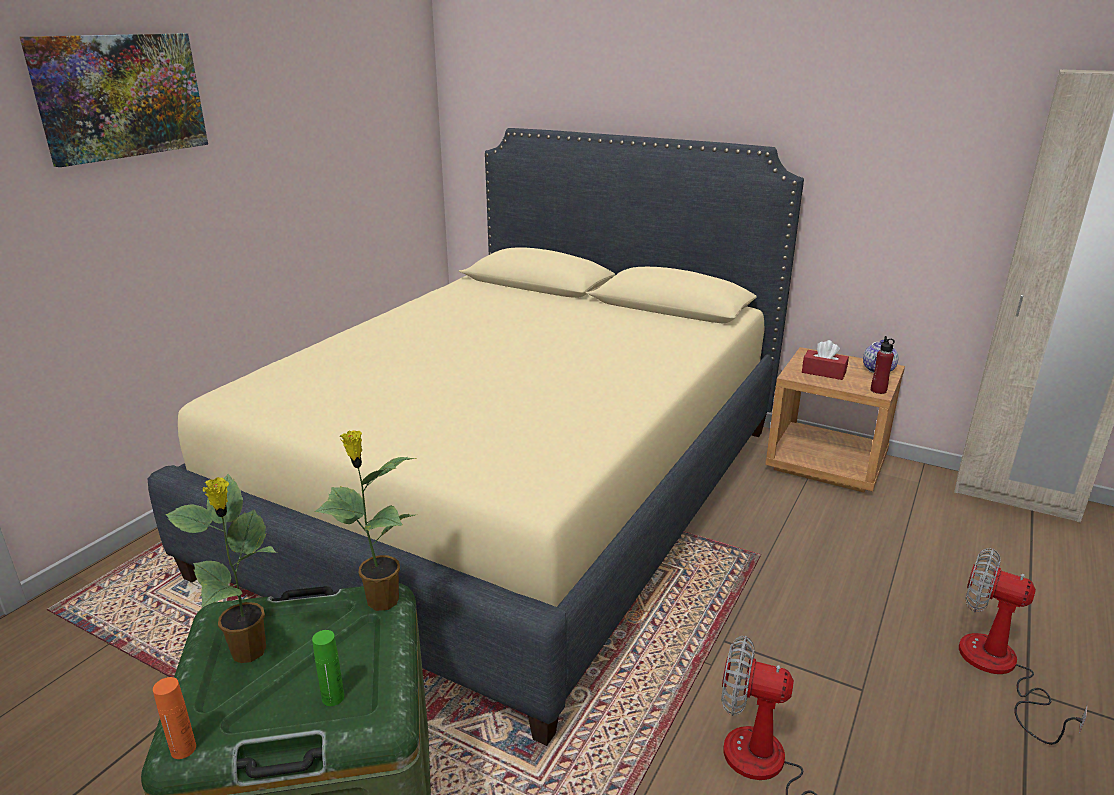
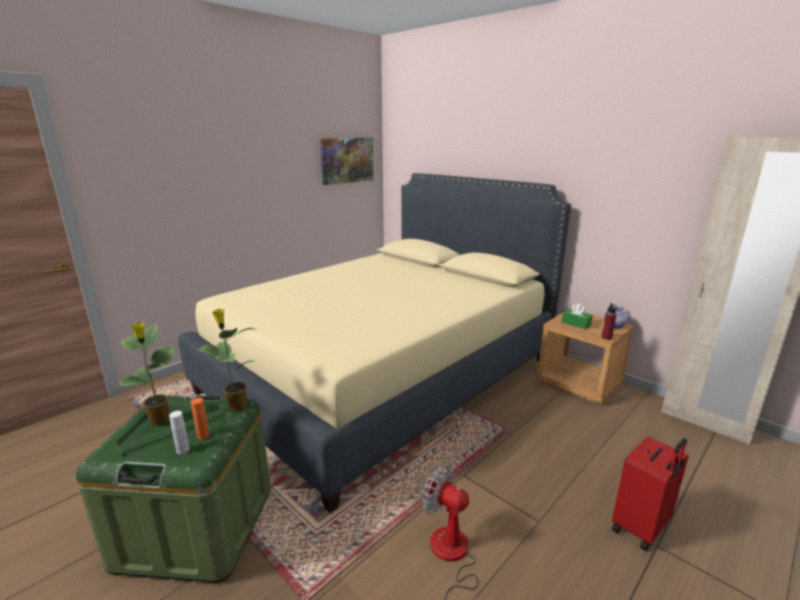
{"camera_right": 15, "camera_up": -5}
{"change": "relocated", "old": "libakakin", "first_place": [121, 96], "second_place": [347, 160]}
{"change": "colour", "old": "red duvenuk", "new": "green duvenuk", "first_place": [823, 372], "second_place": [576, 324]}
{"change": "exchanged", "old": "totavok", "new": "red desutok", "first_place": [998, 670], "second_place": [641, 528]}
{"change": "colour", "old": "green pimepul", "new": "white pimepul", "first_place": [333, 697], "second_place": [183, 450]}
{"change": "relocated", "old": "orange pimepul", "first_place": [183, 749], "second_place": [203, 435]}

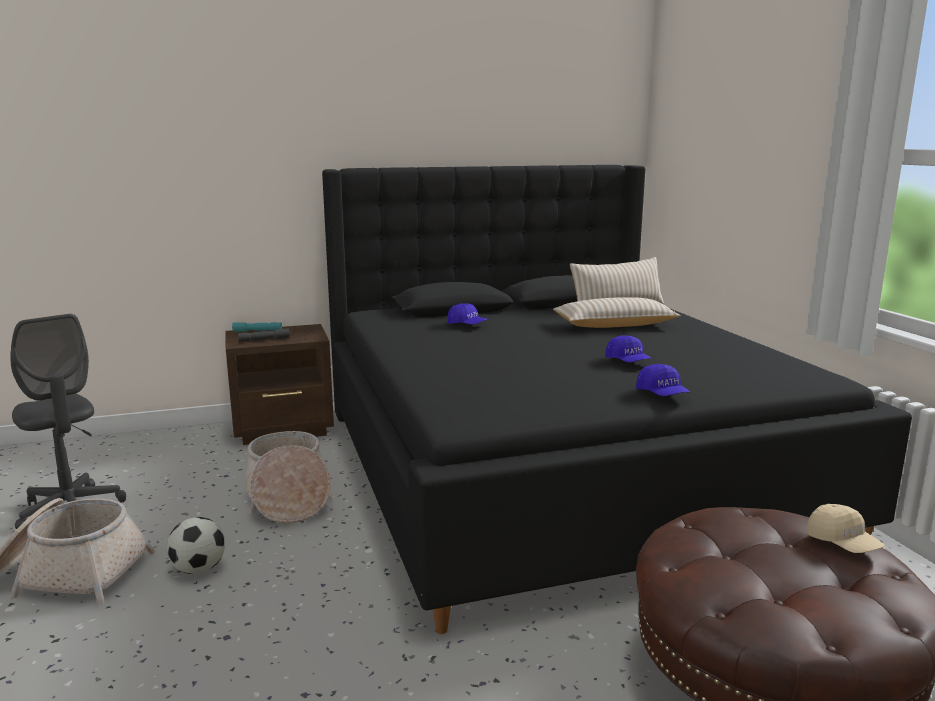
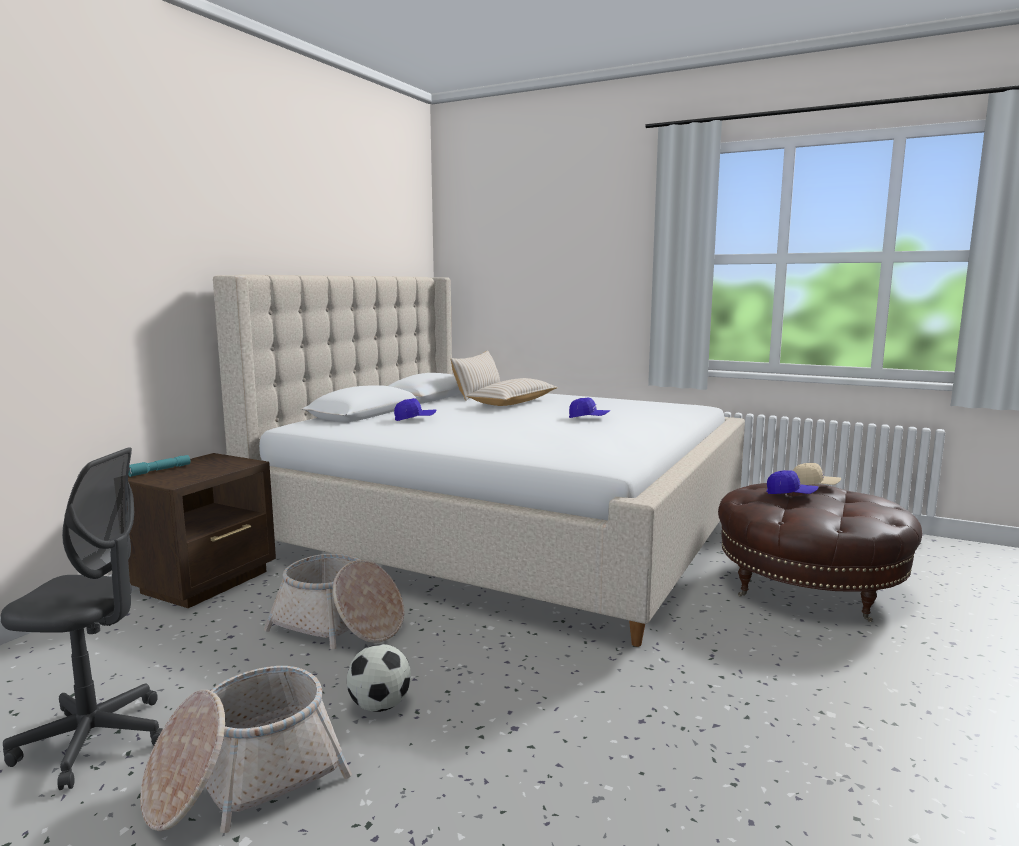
{"camera_right": -45, "camera_up": -5}
{"change": "colour", "old": "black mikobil", "new": "beige mikobil", "first_place": [556, 468], "second_place": [505, 531]}
{"change": "missing", "old": "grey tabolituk", "first_place": [264, 340]}
{"change": "relocated", "old": "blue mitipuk", "first_place": [662, 395], "second_place": [791, 494]}

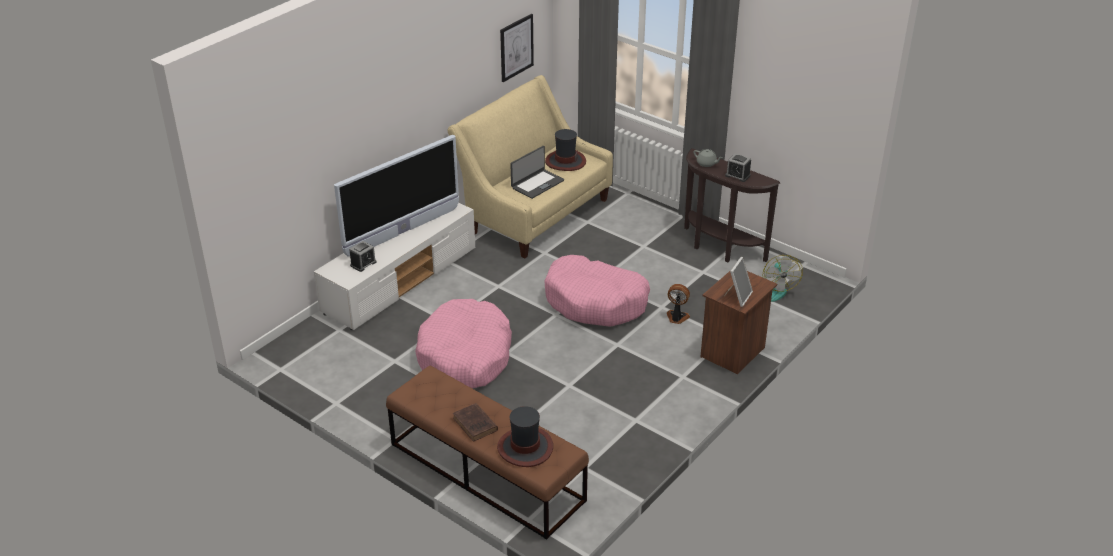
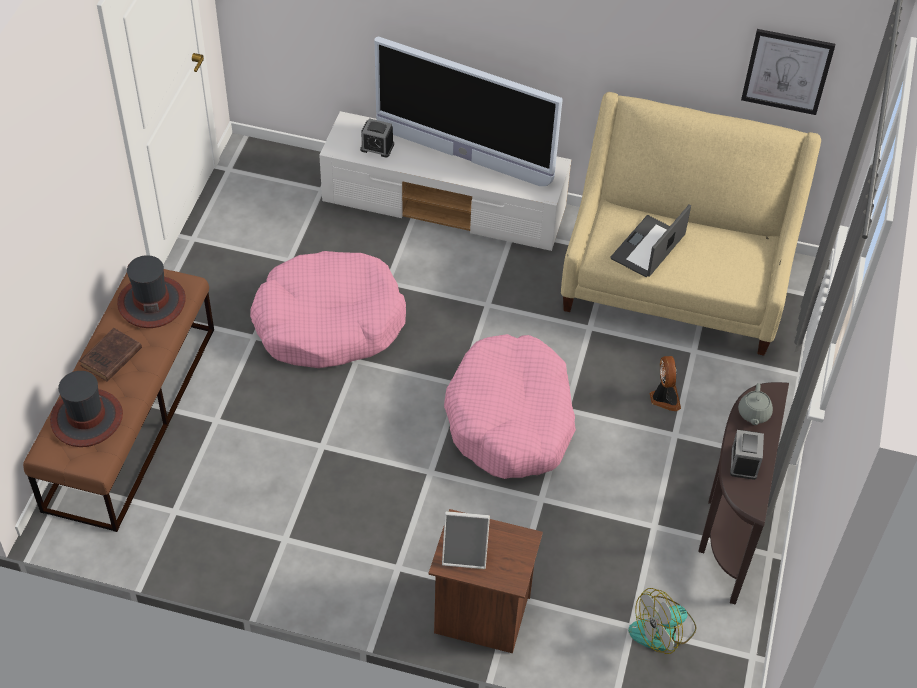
{"camera_right": 65, "camera_up": 15}
{"change": "relocated", "old": "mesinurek", "first_place": [565, 161], "second_place": [151, 302]}
{"change": "spun", "old": "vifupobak", "first_place": [537, 184], "second_place": [648, 248], "degrees": 105}
{"change": "relocated", "old": "totavok", "first_place": [677, 318], "second_place": [664, 398]}

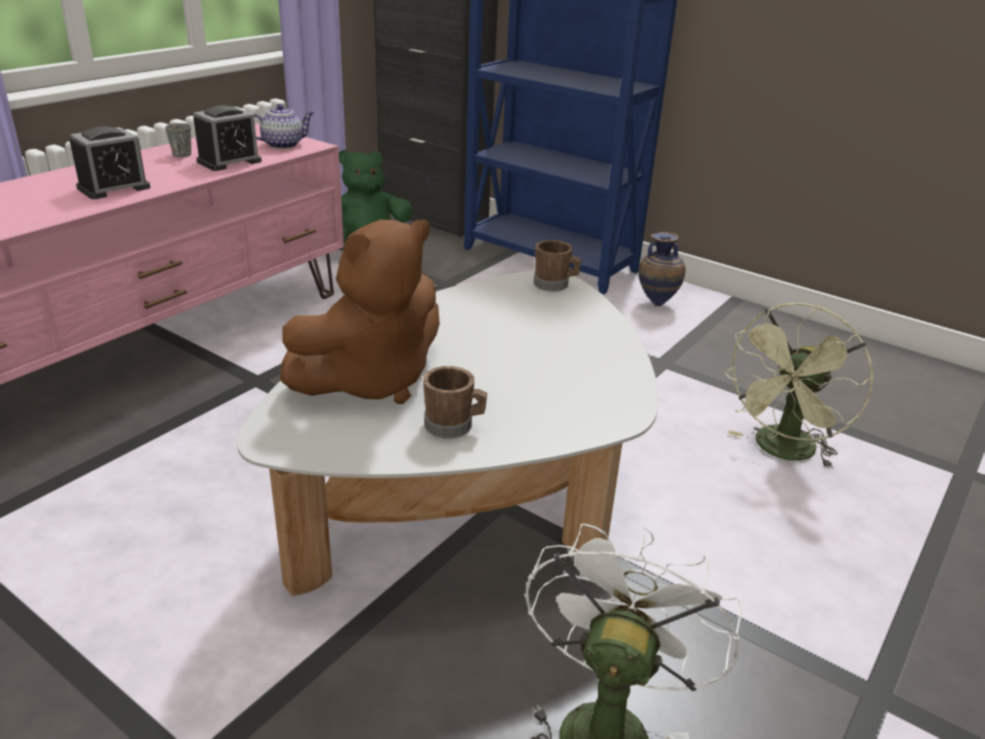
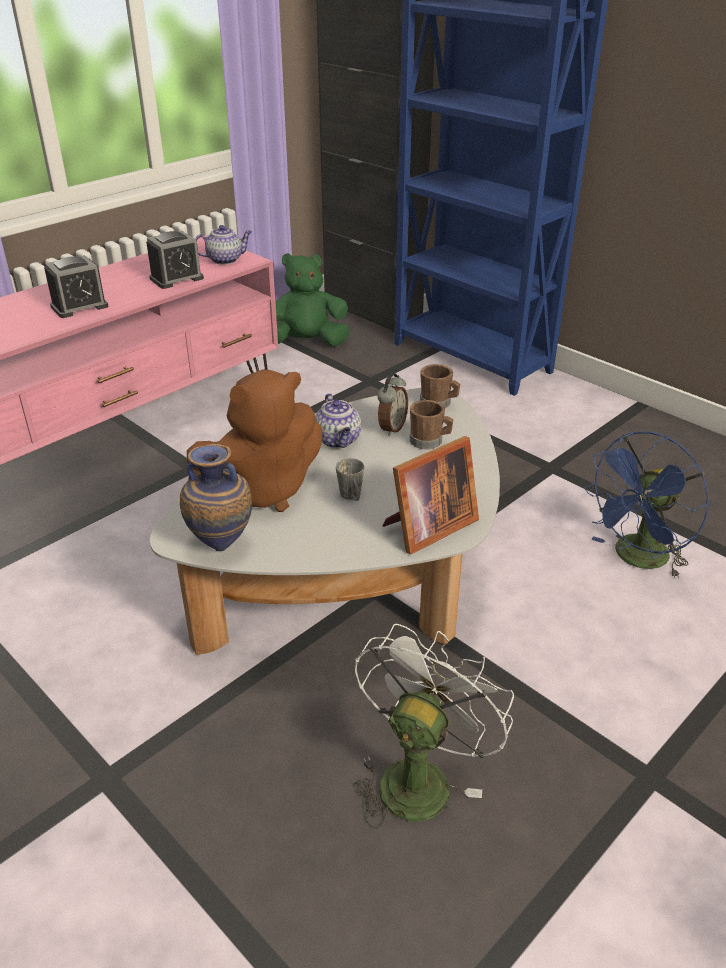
{"camera_right": 10, "camera_up": 5}
{"change": "relocated", "old": "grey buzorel", "first_place": [183, 156], "second_place": [352, 497]}
{"change": "relocated", "old": "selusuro", "first_place": [656, 303], "second_place": [222, 544]}
{"change": "colour", "old": "green totavok", "new": "blue totavok", "first_place": [781, 452], "second_place": [636, 559]}
{"change": "relocated", "old": "brown buzorel", "first_place": [454, 426], "second_place": [429, 441]}
{"change": "appeared", "new": "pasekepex", "second_place": [391, 428]}
{"change": "appeared", "new": "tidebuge", "second_place": [338, 440]}
{"change": "appeared", "new": "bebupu", "second_place": [427, 528]}

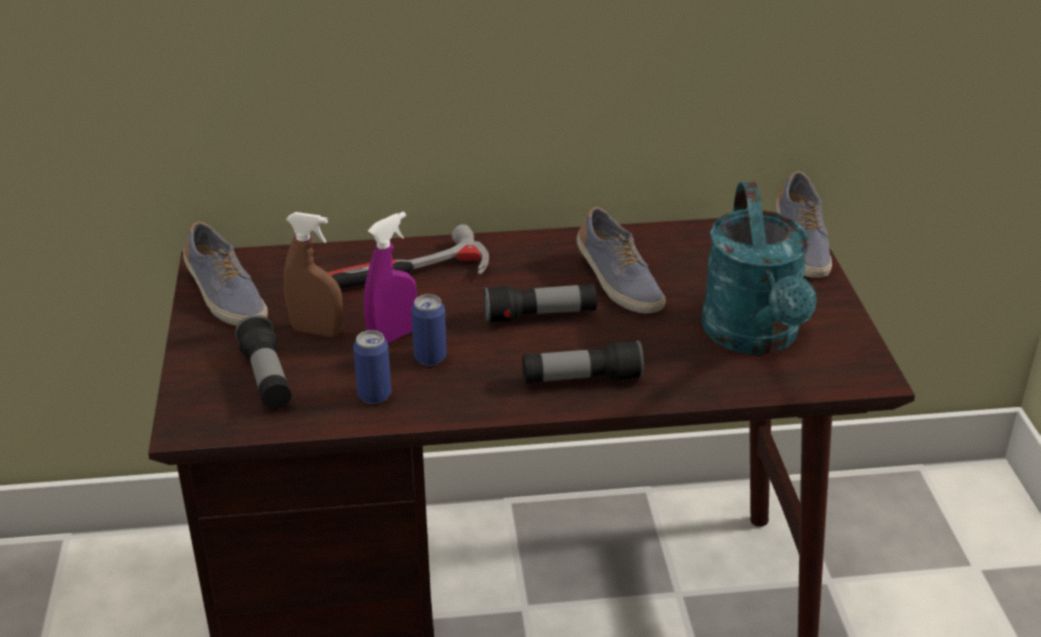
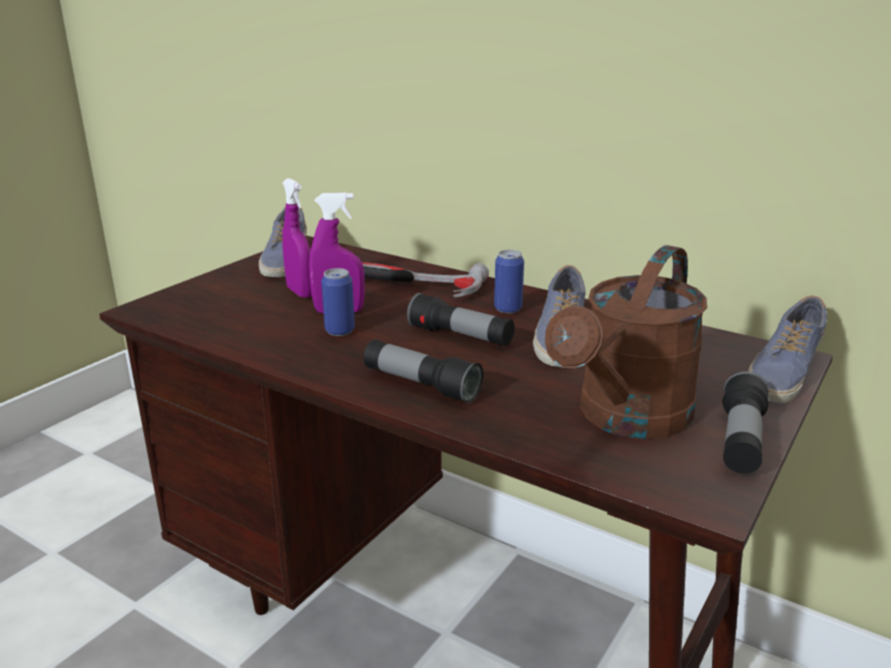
{"camera_right": 40, "camera_up": -10}
{"change": "colour", "old": "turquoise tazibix", "new": "brown tazibix", "first_place": [755, 337], "second_place": [626, 419]}
{"change": "colour", "old": "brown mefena", "new": "purple mefena", "first_place": [317, 331], "second_place": [300, 292]}
{"change": "relocated", "old": "tabolituk", "first_place": [266, 378], "second_place": [740, 441]}
{"change": "relocated", "old": "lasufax", "first_place": [374, 395], "second_place": [508, 308]}

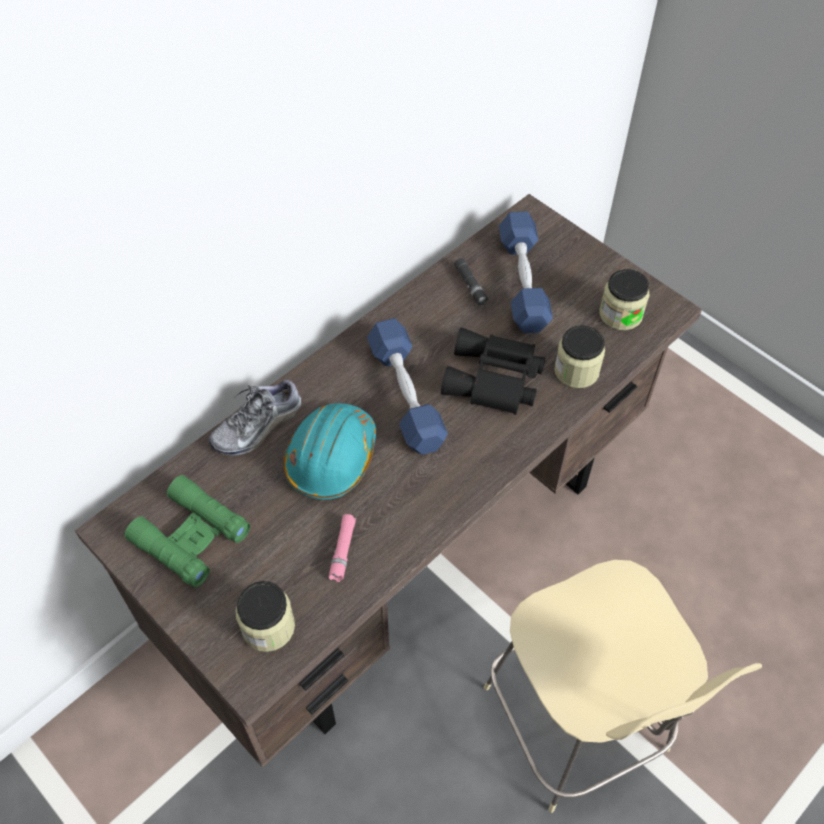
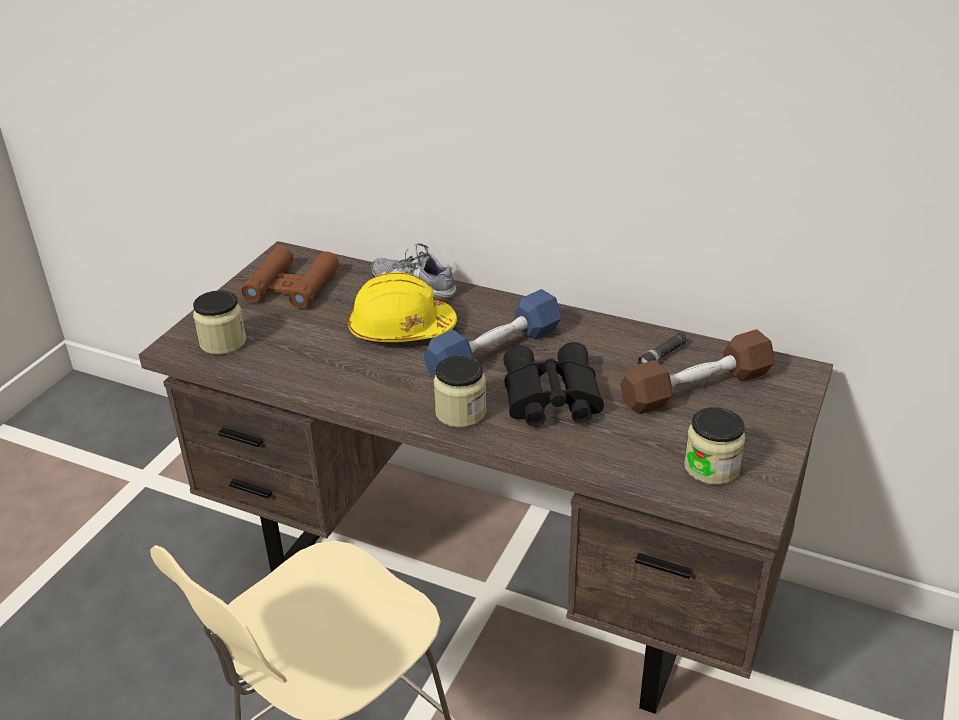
{"camera_right": 70, "camera_up": -20}
{"change": "colour", "old": "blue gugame", "new": "brown gugame", "first_place": [523, 282], "second_place": [696, 388]}
{"change": "relocated", "old": "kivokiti", "first_place": [576, 371], "second_place": [460, 412]}
{"change": "colour", "old": "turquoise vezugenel", "new": "yellow vezugenel", "first_place": [331, 458], "second_place": [401, 329]}
{"change": "colour", "old": "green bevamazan", "new": "brown bevamazan", "first_place": [191, 536], "second_place": [291, 286]}
{"change": "missing", "old": "pink tabolituk", "first_place": [343, 550]}

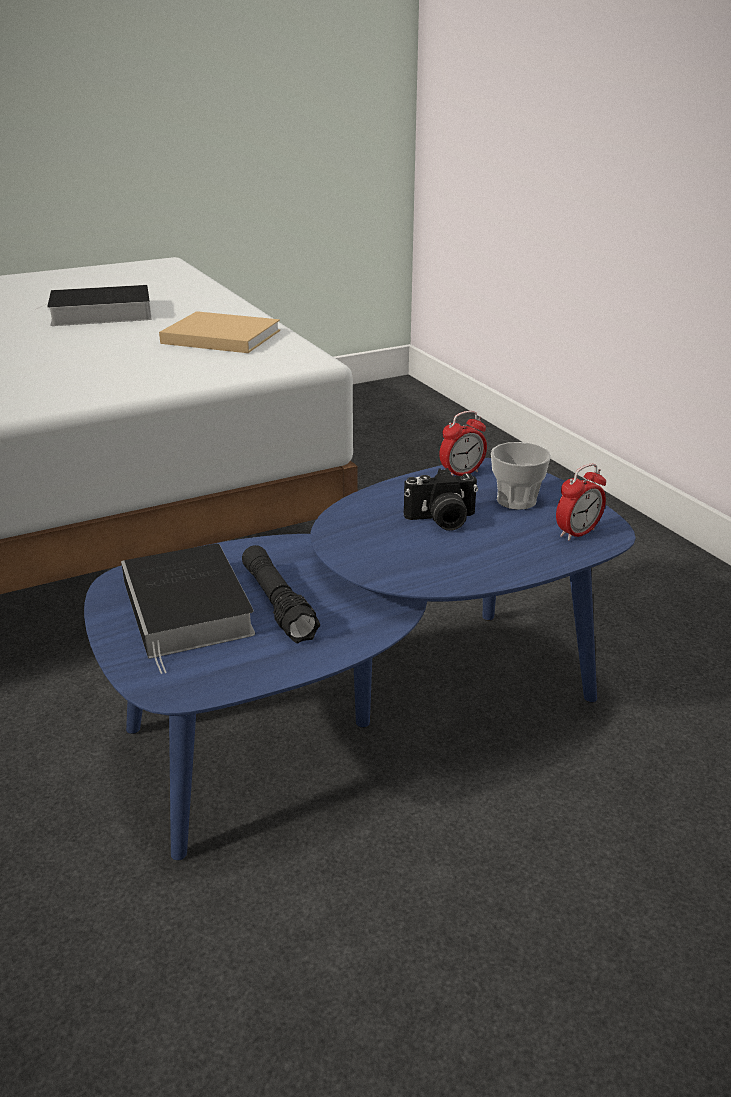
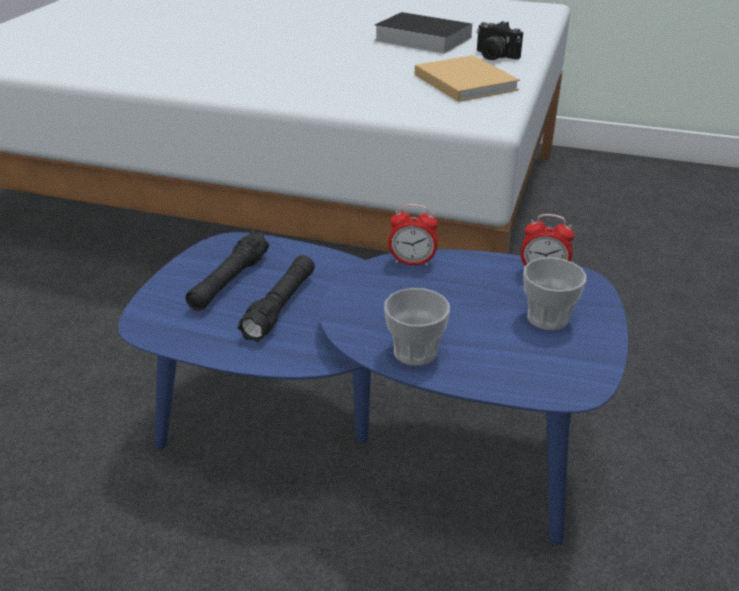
{"camera_right": 45, "camera_up": 5}
{"change": "relocated", "old": "pasekepex", "first_place": [577, 533], "second_place": [412, 262]}
{"change": "relocated", "old": "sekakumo", "first_place": [441, 520], "second_place": [494, 56]}
{"change": "exchanged", "old": "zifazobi", "new": "black tabolituk", "first_place": [189, 610], "second_place": [229, 281]}
{"change": "appeared", "new": "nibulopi", "second_place": [415, 352]}

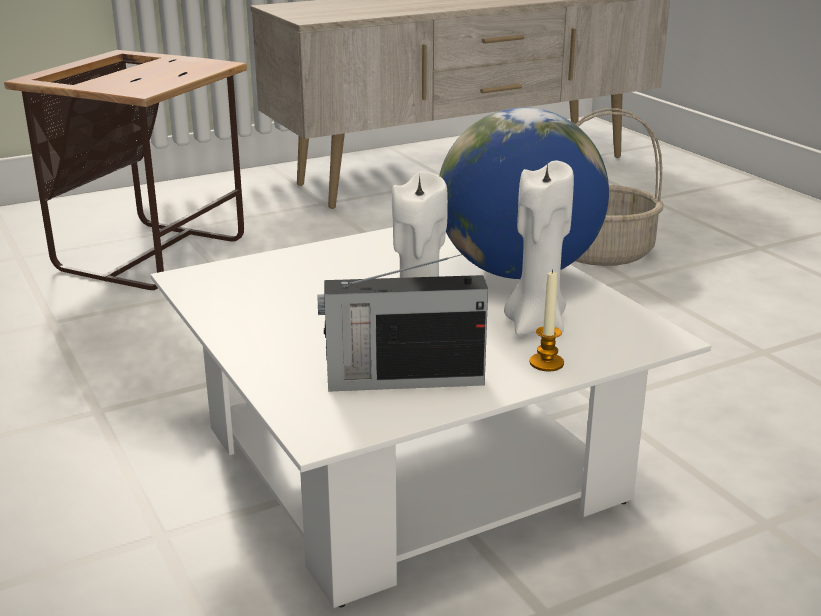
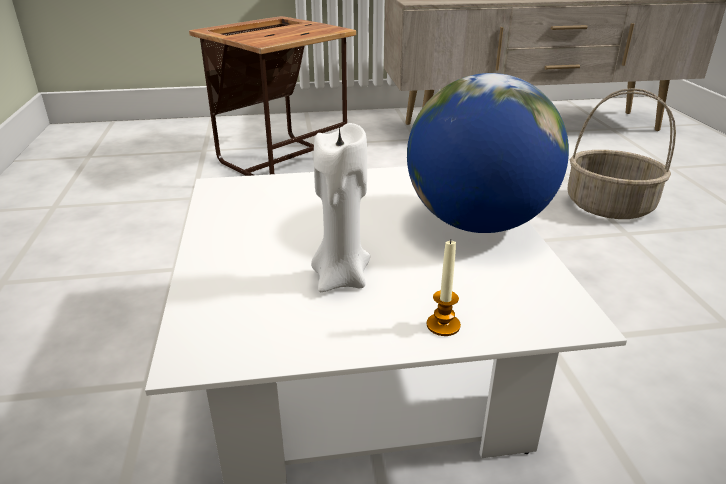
{"camera_right": 20, "camera_up": 5}
{"change": "missing", "old": "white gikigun", "first_place": [535, 325]}
{"change": "missing", "old": "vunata", "first_place": [402, 380]}

